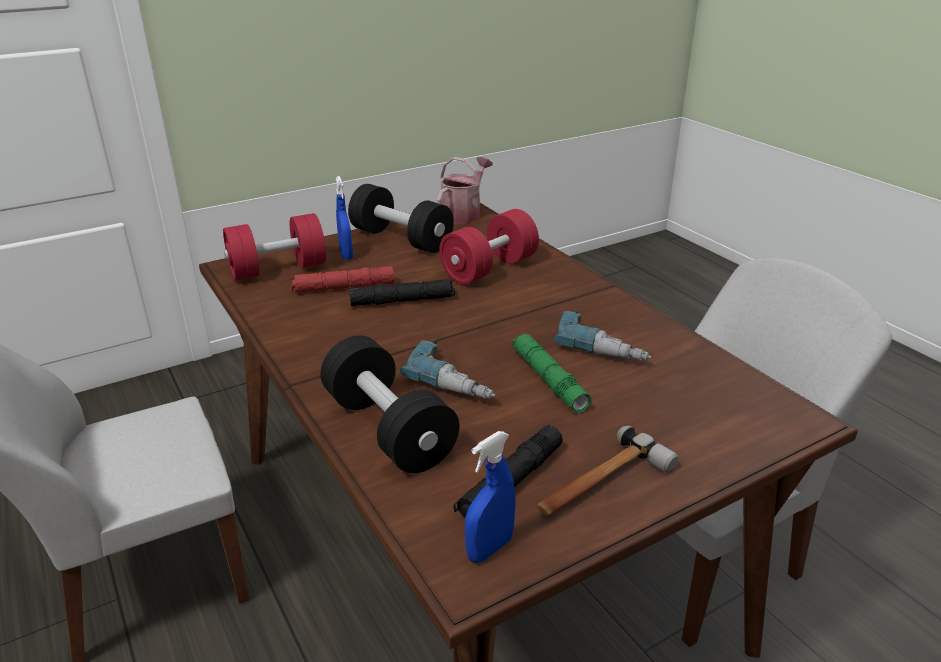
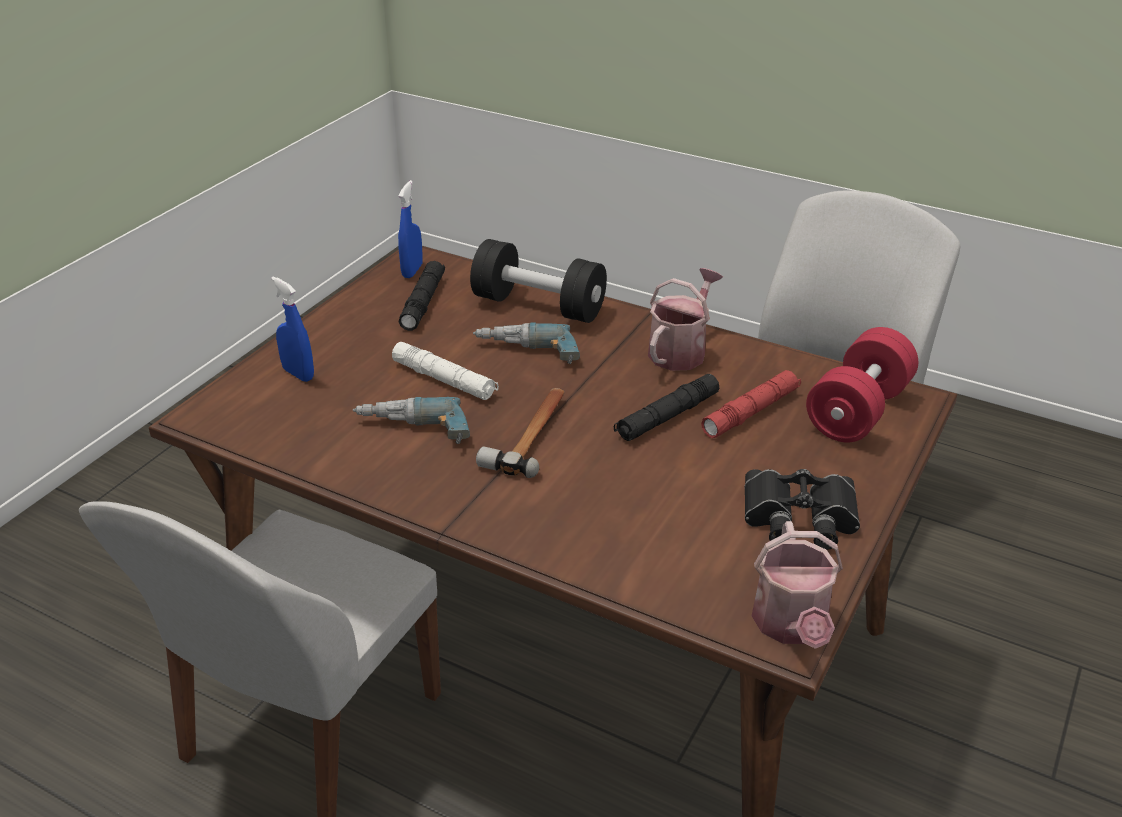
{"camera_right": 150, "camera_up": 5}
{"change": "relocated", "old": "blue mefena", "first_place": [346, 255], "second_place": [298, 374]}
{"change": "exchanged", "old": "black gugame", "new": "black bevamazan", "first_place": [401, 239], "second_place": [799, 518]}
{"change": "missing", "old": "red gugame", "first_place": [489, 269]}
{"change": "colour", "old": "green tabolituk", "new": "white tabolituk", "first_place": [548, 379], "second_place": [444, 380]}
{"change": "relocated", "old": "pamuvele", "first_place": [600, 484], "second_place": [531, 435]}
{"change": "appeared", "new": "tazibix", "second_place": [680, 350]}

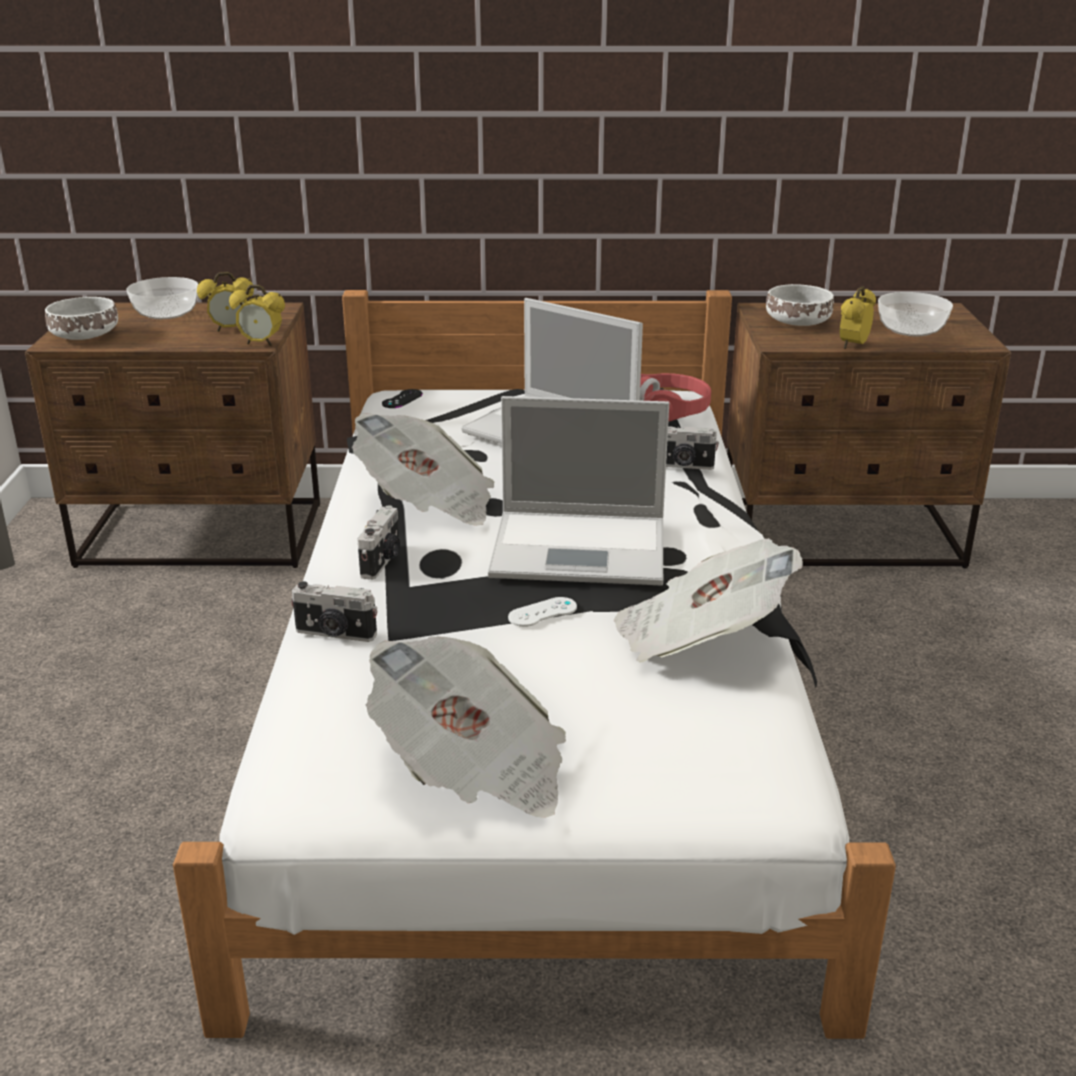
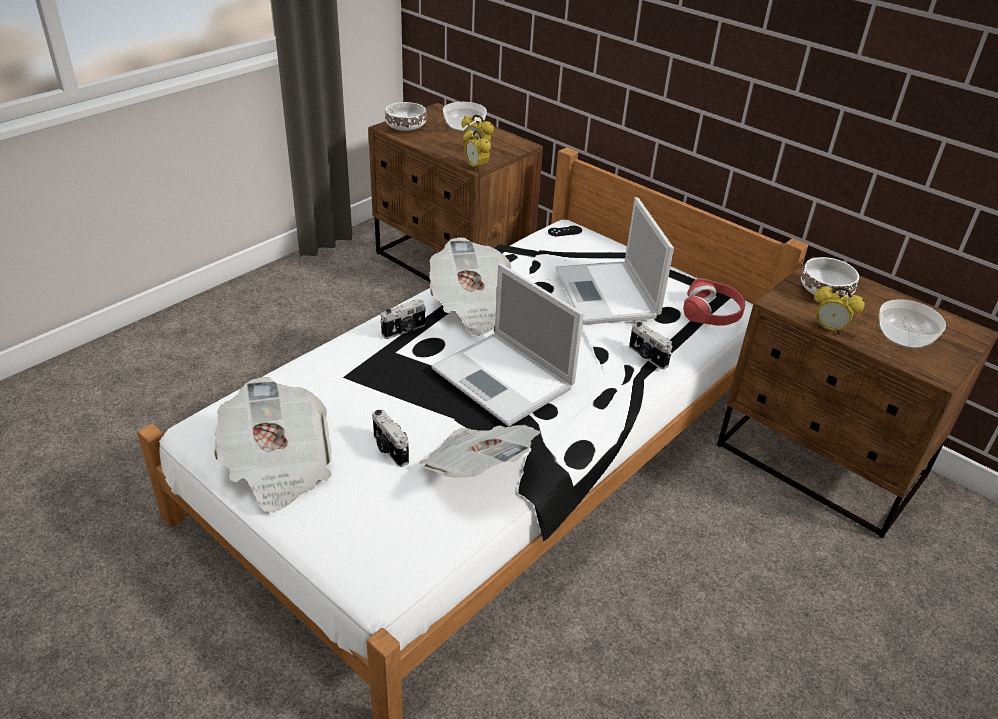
{"camera_right": 40, "camera_up": 10}
{"change": "spun", "old": "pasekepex", "first_place": [853, 346], "second_place": [829, 329], "degrees": -135}
{"change": "relocated", "old": "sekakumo", "first_place": [335, 634], "second_place": [389, 450]}
{"change": "missing", "old": "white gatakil", "first_place": [542, 612]}

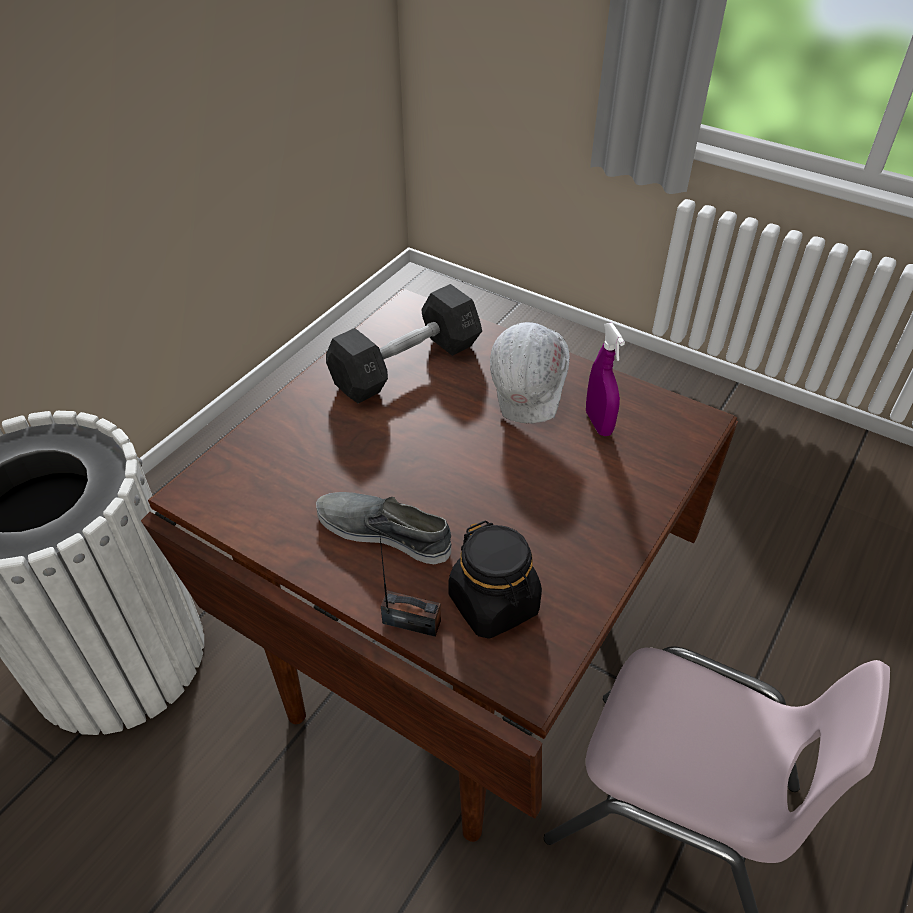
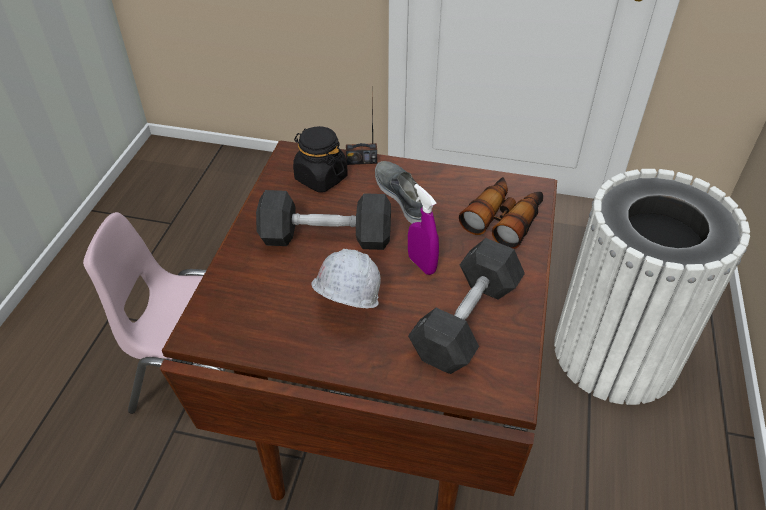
{"camera_right": 160, "camera_up": 0}
{"change": "relocated", "old": "purple mefena", "first_place": [598, 423], "second_place": [421, 264]}
{"change": "spun", "old": "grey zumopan", "first_place": [384, 532], "second_place": [402, 196], "degrees": -120}
{"change": "appeared", "new": "bevamazan", "second_place": [503, 219]}
{"change": "appeared", "new": "grey gugame", "second_place": [326, 237]}

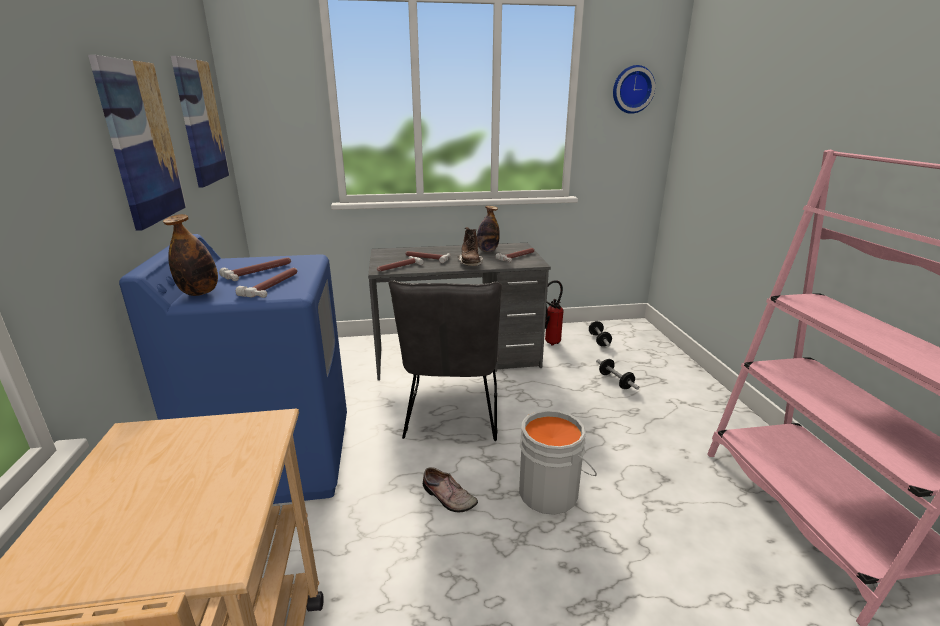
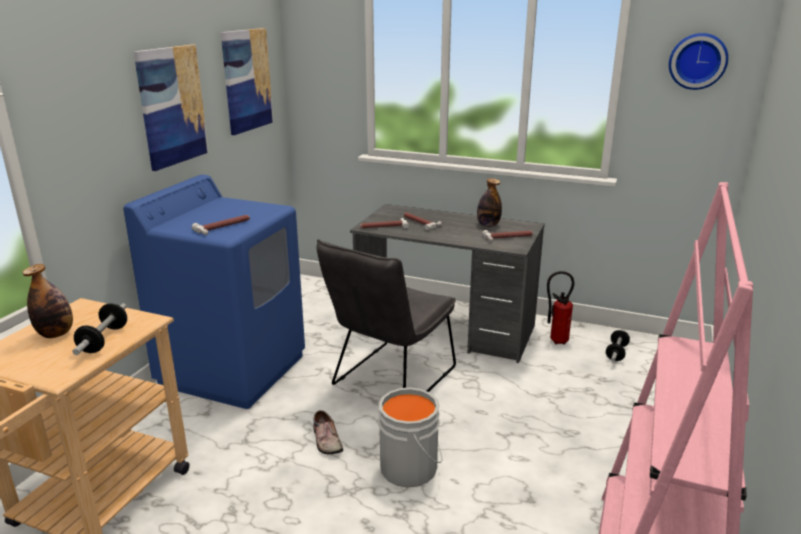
{"camera_right": 30, "camera_up": 0}
{"change": "relocated", "old": "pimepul", "first_place": [200, 293], "second_place": [56, 334]}
{"change": "missing", "old": "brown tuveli", "first_place": [470, 263]}
{"change": "missing", "old": "pamuvele", "first_place": [260, 272]}
{"change": "relocated", "old": "gugame", "first_place": [615, 381], "second_place": [104, 340]}

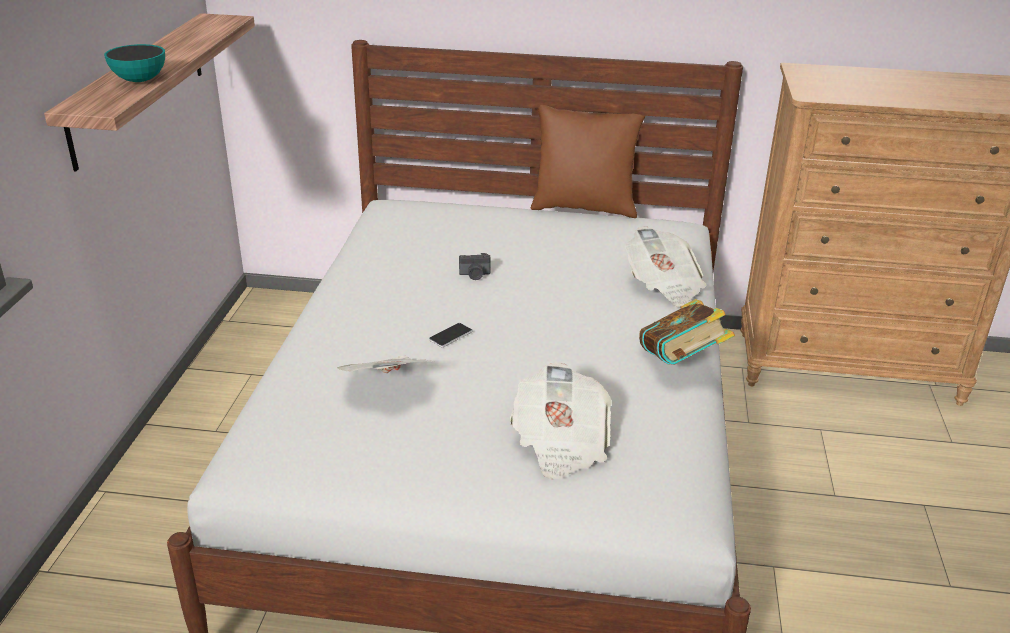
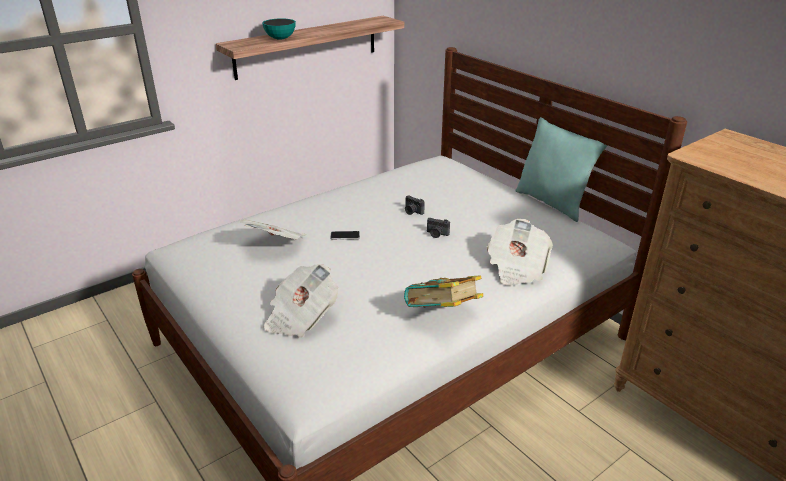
{"camera_right": 45, "camera_up": 0}
{"change": "colour", "old": "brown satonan", "new": "turquoise satonan", "first_place": [584, 207], "second_place": [552, 203]}
{"change": "appeared", "new": "sekakumo", "second_place": [437, 234]}

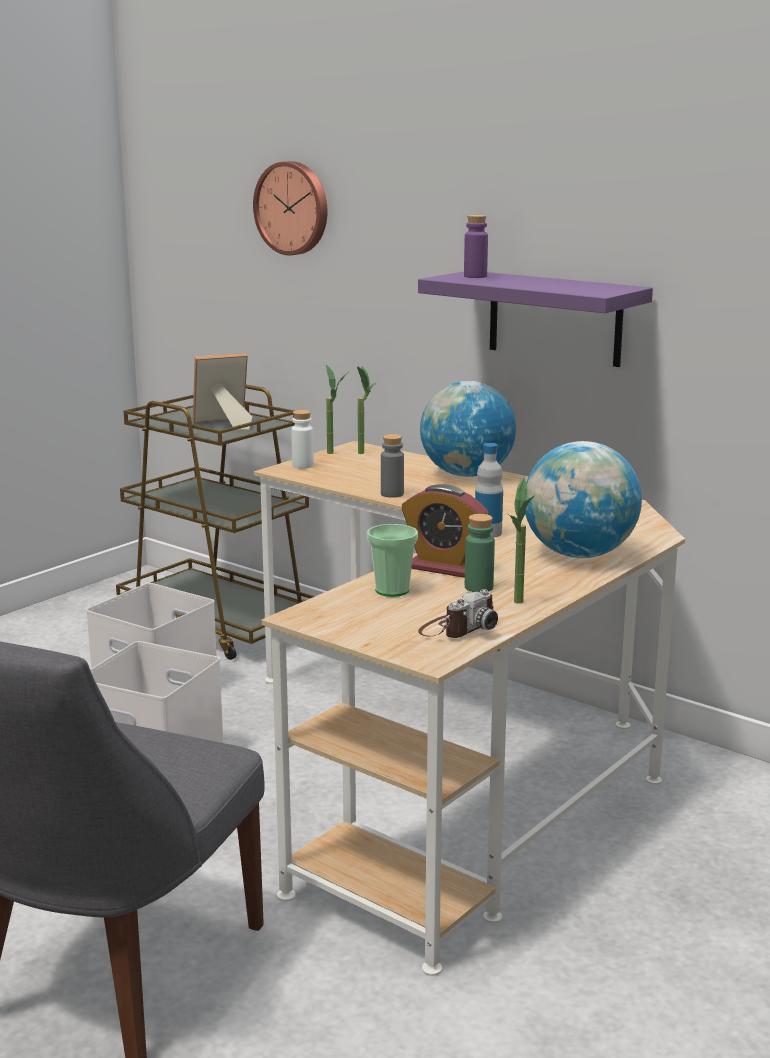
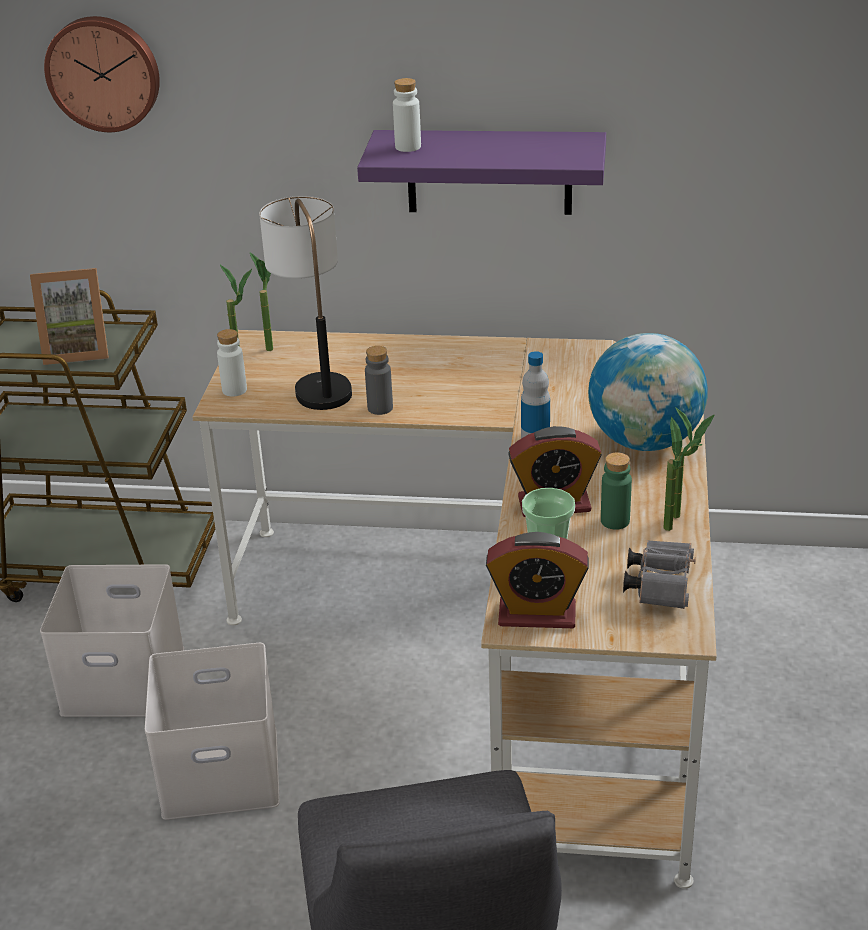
{"camera_right": -30, "camera_up": 15}
{"change": "colour", "old": "purple pimepul", "new": "white pimepul", "first_place": [475, 276], "second_place": [408, 147]}
{"change": "spun", "old": "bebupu", "first_place": [223, 424], "second_place": [77, 350], "degrees": -135}
{"change": "missing", "old": "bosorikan", "first_place": [466, 475]}
{"change": "exchanged", "old": "sekakumo", "new": "grey bevamazan", "first_place": [457, 628], "second_place": [660, 585]}
{"change": "appeared", "new": "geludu", "second_place": [316, 378]}
{"change": "appeared", "new": "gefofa", "second_place": [685, 516]}
{"change": "appeared", "new": "pasekepex", "second_place": [537, 615]}

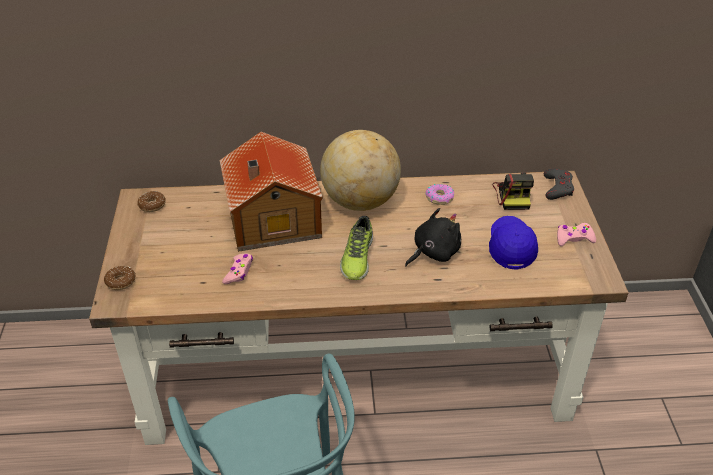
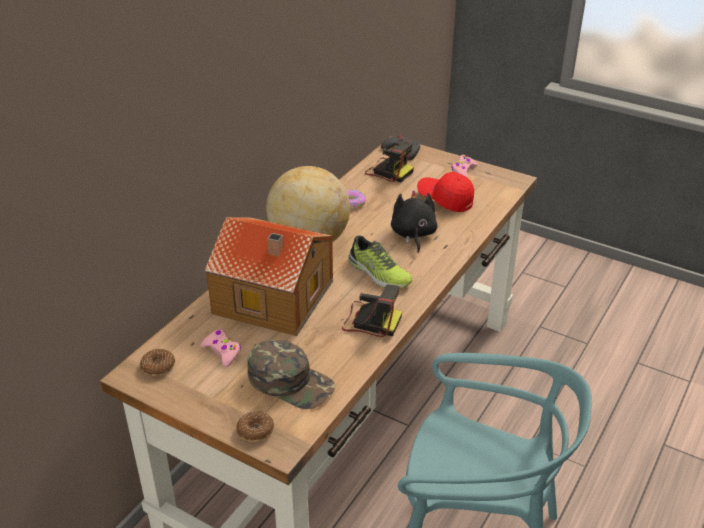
{"camera_right": -55, "camera_up": -5}
{"change": "colour", "old": "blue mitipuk", "new": "red mitipuk", "first_place": [511, 248], "second_place": [445, 199]}
{"change": "relocated", "old": "pink gatakil", "first_place": [239, 272], "second_place": [222, 352]}
{"change": "appeared", "new": "sekakumo", "second_place": [370, 321]}
{"change": "appeared", "new": "green mitipuk", "second_place": [291, 381]}

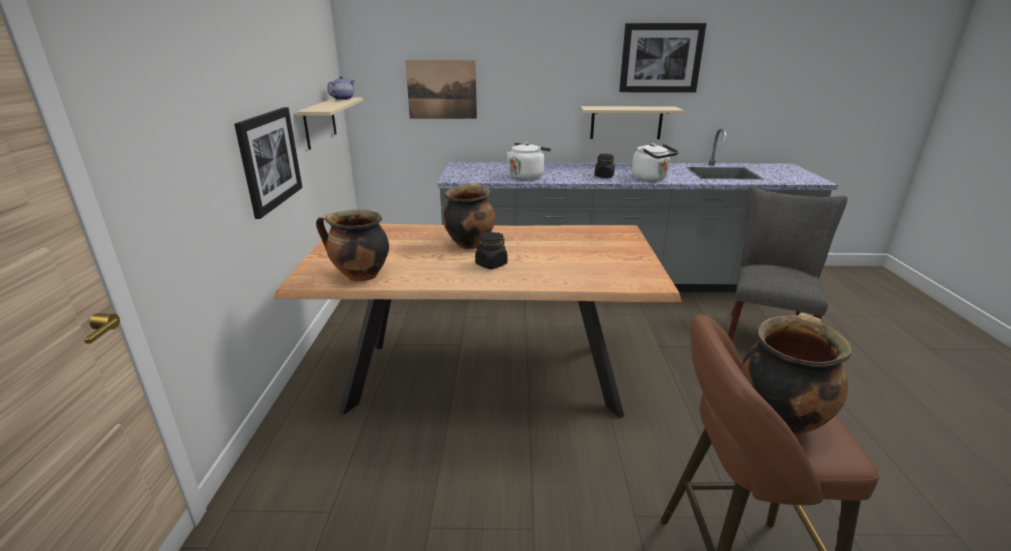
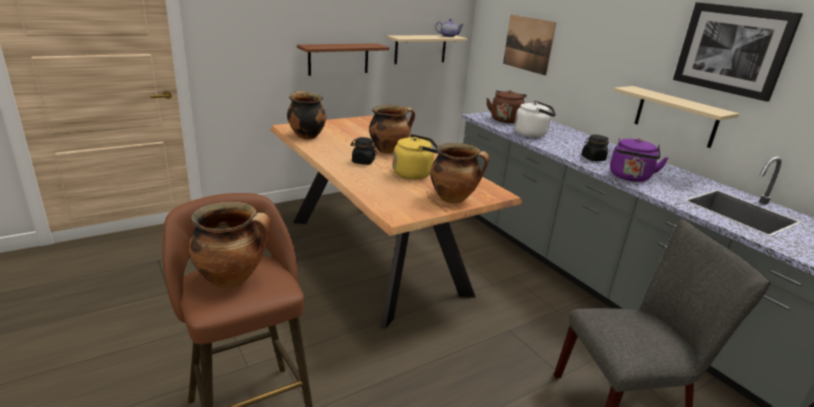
{"camera_right": 55, "camera_up": 0}
{"change": "exchanged", "old": "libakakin", "new": "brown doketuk", "first_place": [269, 159], "second_place": [338, 59]}
{"change": "colour", "old": "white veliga", "new": "purple veliga", "first_place": [651, 178], "second_place": [630, 177]}
{"change": "appeared", "new": "brown veliga", "second_place": [505, 119]}
{"change": "appeared", "new": "yellow veliga", "second_place": [415, 174]}
{"change": "appeared", "new": "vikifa", "second_place": [454, 198]}

